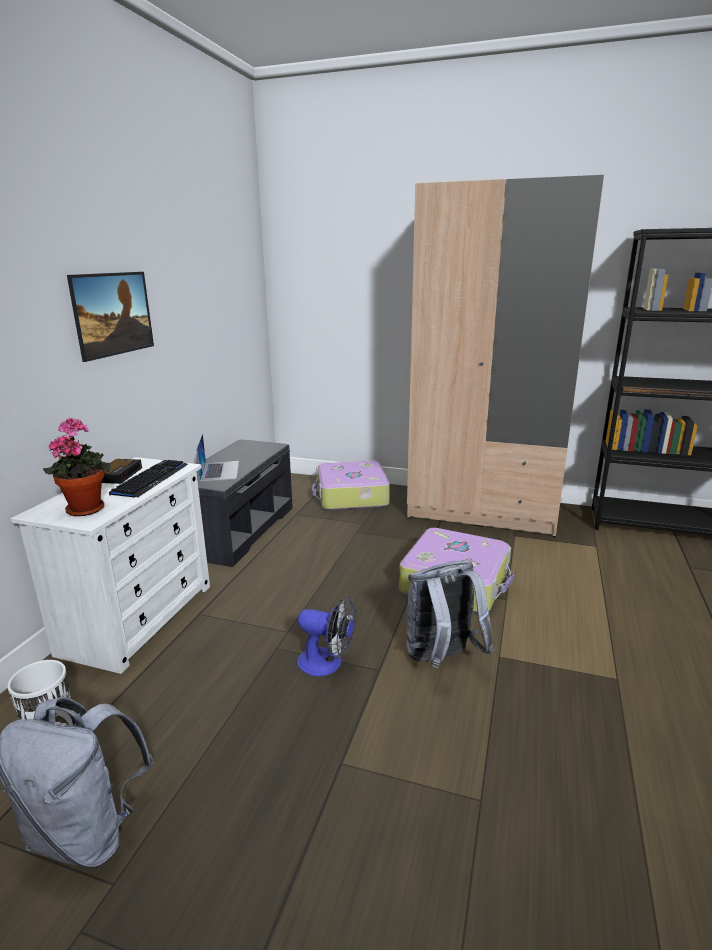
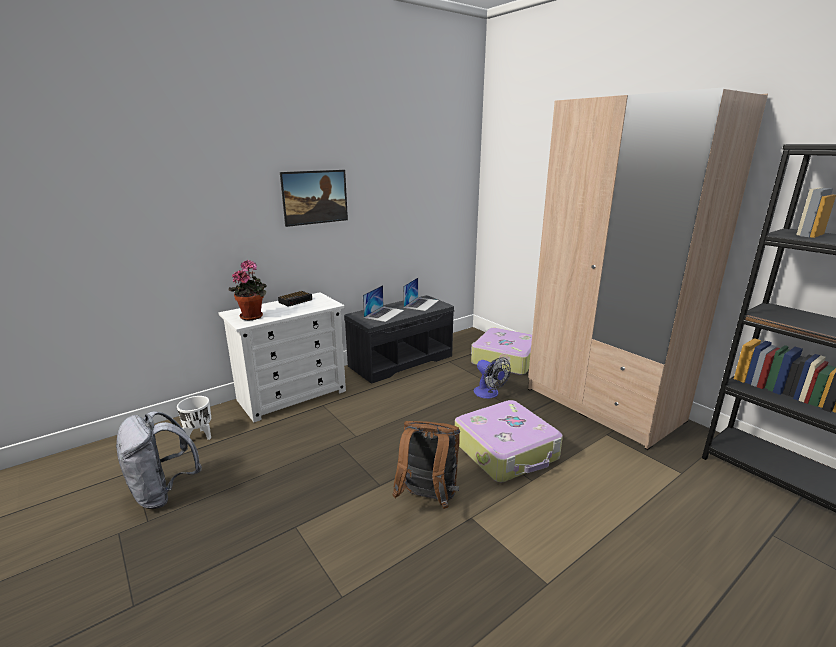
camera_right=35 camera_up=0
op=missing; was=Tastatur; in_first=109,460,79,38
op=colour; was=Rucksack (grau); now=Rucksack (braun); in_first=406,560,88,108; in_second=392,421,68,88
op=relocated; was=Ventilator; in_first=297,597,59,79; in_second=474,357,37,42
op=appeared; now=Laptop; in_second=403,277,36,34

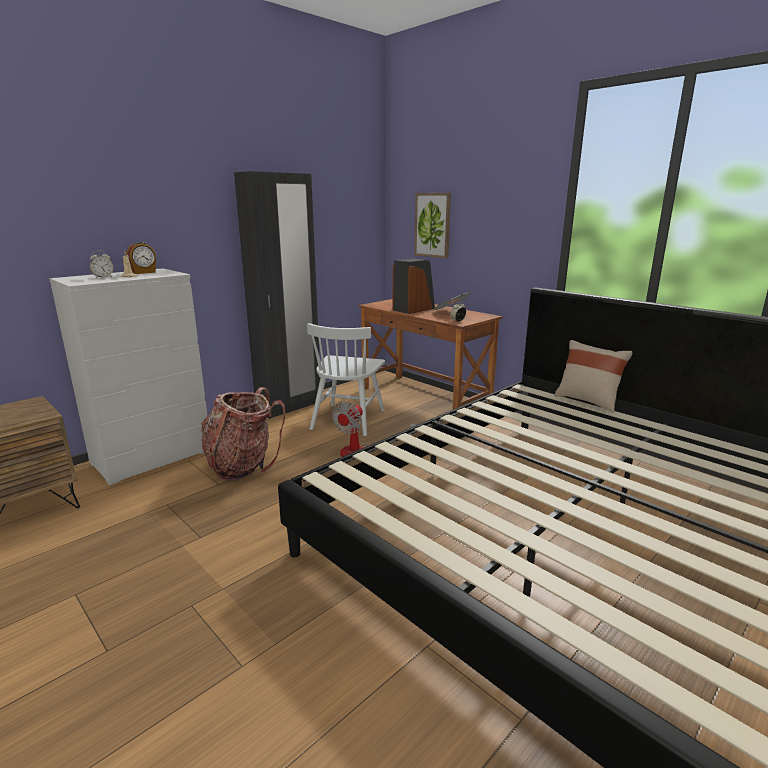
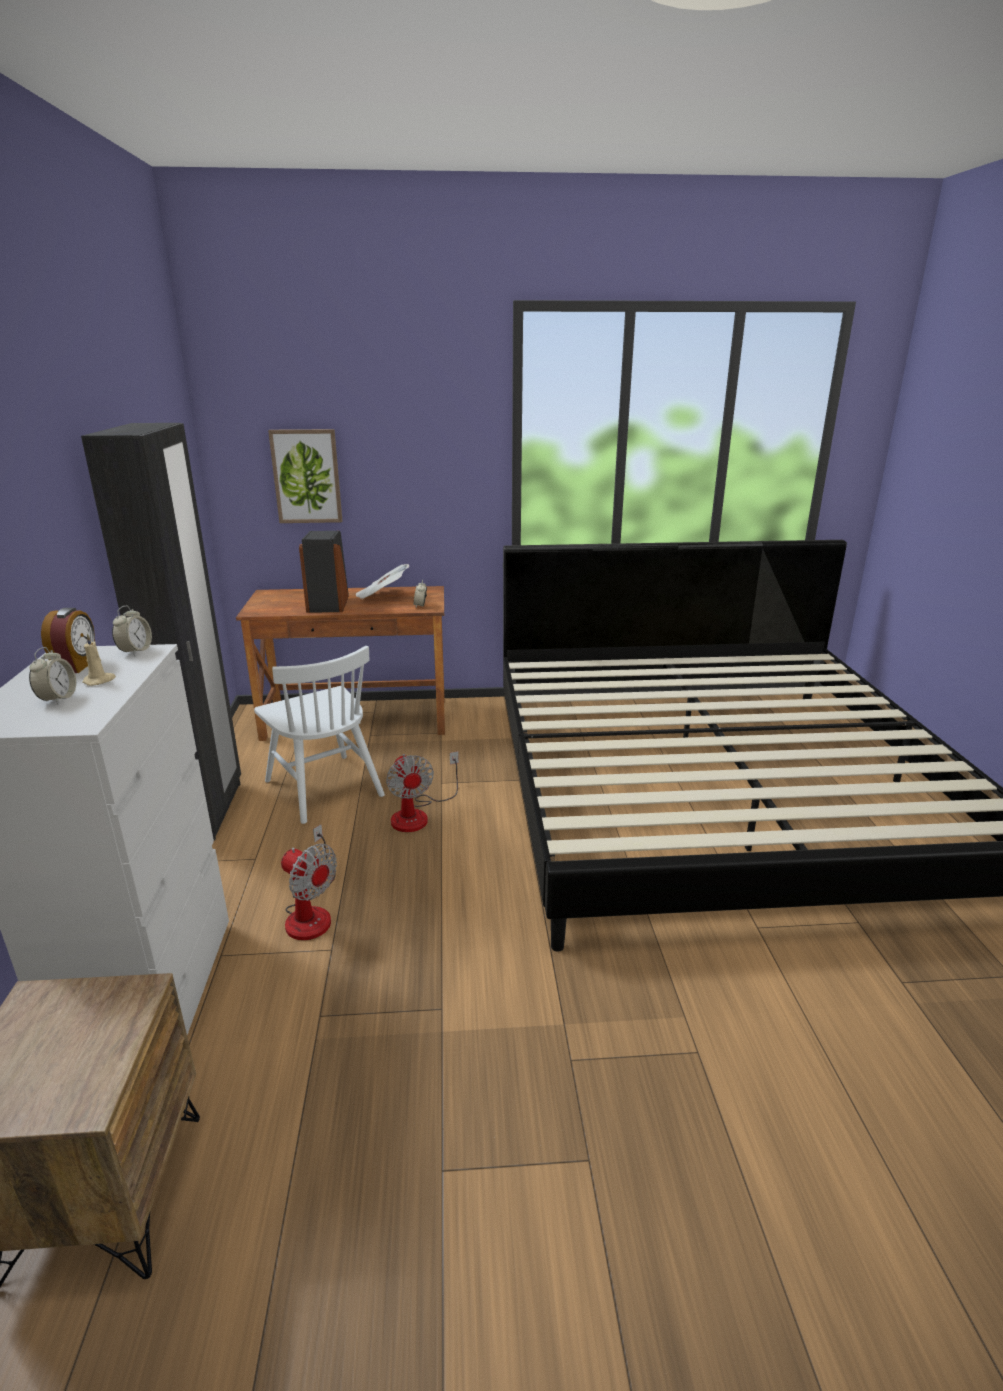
camera_right=-50 camera_up=5
op=missing; was=Kissen (beige); in_first=554,340,78,73
op=exchanged; was=Rucksack; now=Ventilator; in_first=201,387,84,94; in_second=281,824,56,116
op=appeared; now=Wecker; in_second=112,606,40,50

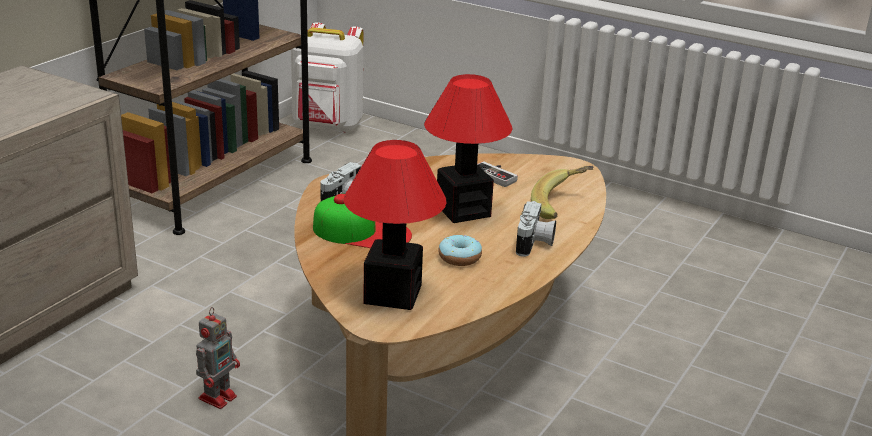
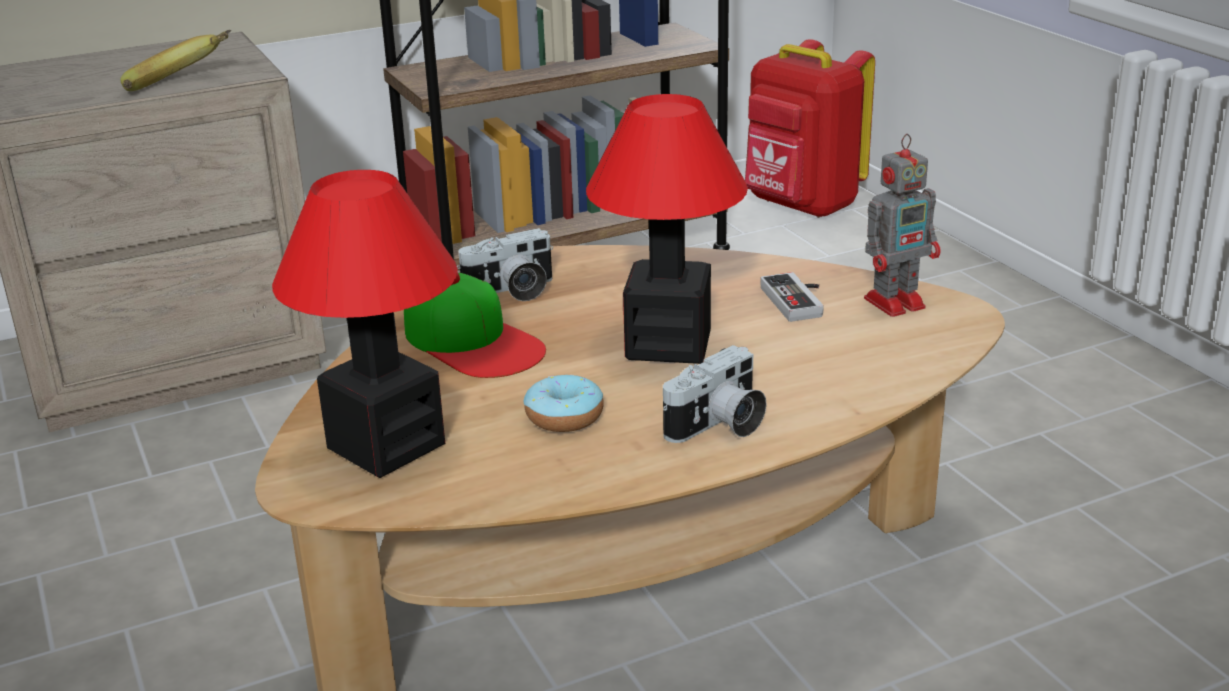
camera_right=35 camera_up=0
op=colour; was=Rucksack (weiß); now=Rucksack (rot); in_first=291,22,72,111; in_second=745,39,130,179
op=relocated; was=Banane; in_first=531,166,63,53; in_second=120,30,111,61
op=relocated; was=Spielzeugroboter; in_first=196,307,44,102; in_second=864,134,77,183

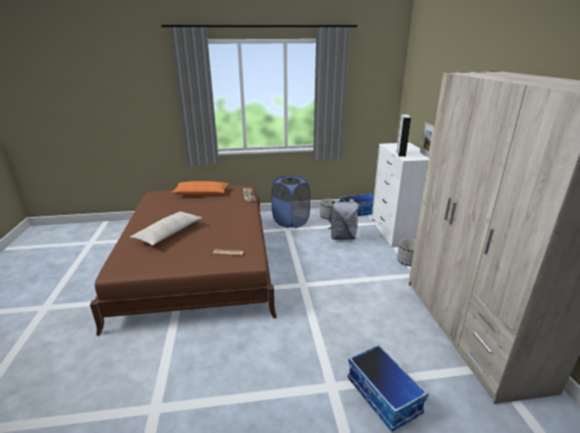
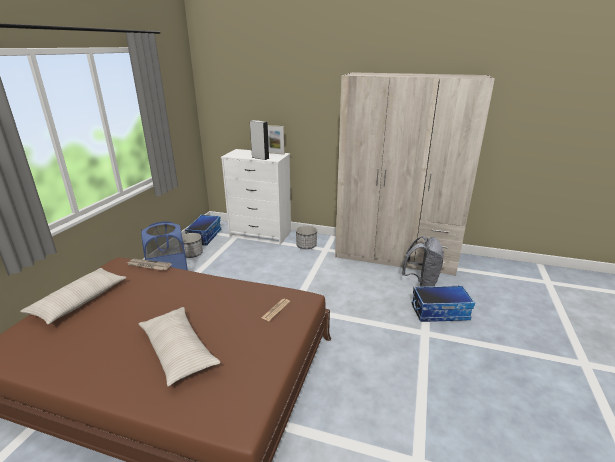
camera_right=-65 camera_up=0
op=colour; was=Kissen (orange); now=Kissen (beige); in_first=171,181,58,14; in_second=20,268,107,56
op=relocated; was=Rucksack (grau); in_first=328,199,31,41; in_second=402,236,42,51

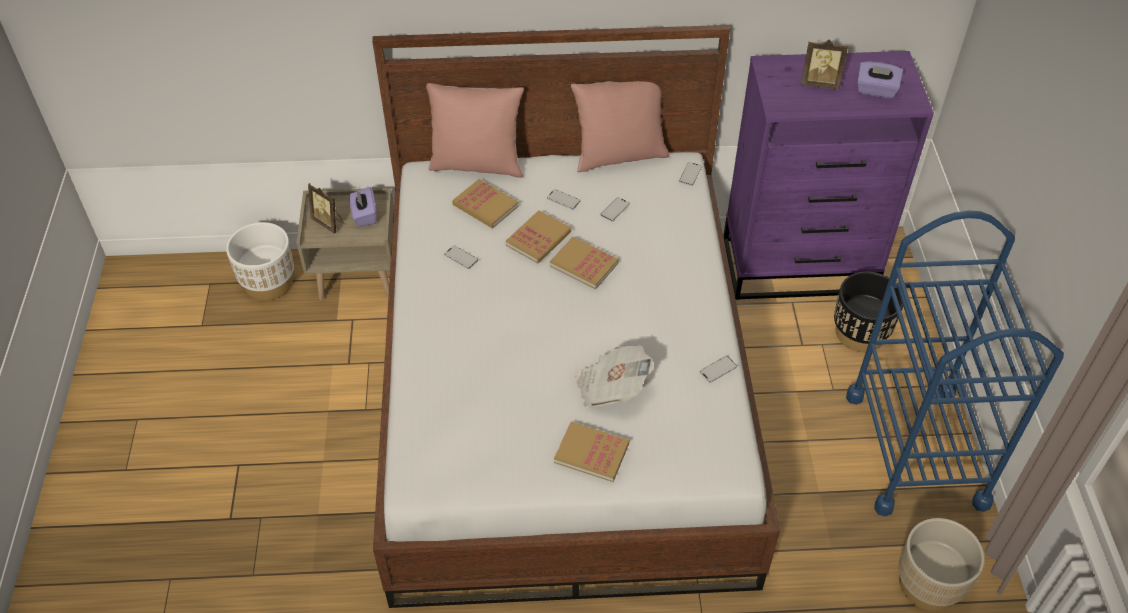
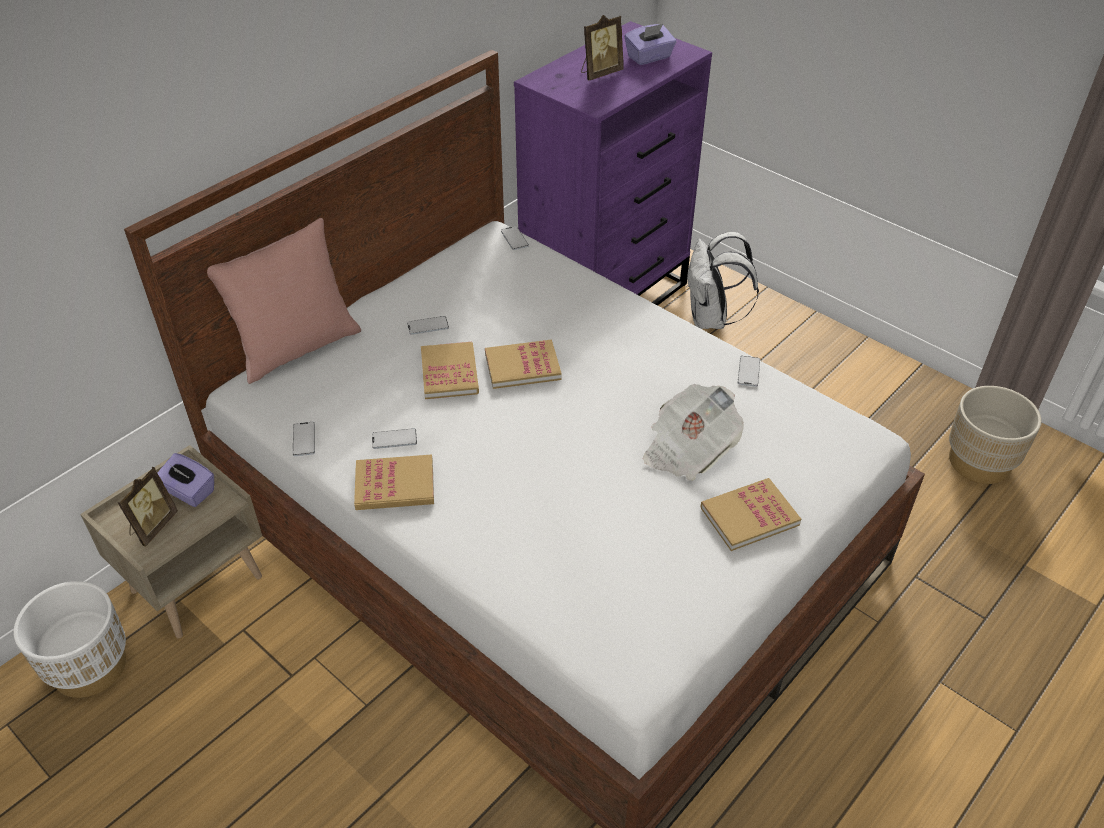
camera_right=-45 camera_up=-5
op=missing; was=Kissen (rosa); in_first=571,81,98,91
op=relocated; was=Buch; in_first=452,179,67,50; in_second=354,454,80,56
op=spun; was=Bilderrahmen; in_first=308,183,36,51; in_second=117,467,61,80; clockwise=-60
op=relocated; was=Handy; in_first=600,197,30,25; in_second=293,422,22,34
op=missing; was=Rollwagen (blau); in_first=846,210,218,306
op=exchanged; was=Pflanzkübel (schwarz); now=Rucksack (weiß); in_first=834,272,69,80; in_second=687,232,72,97

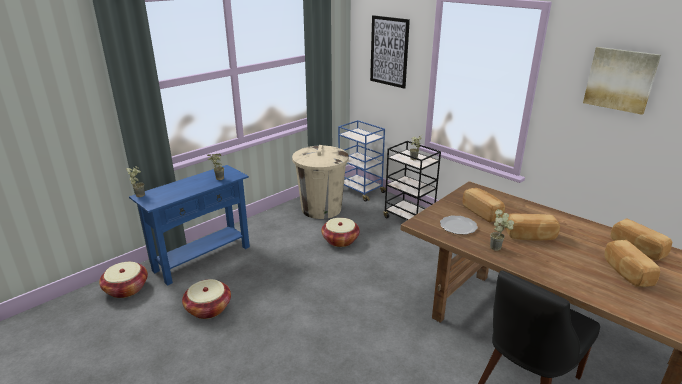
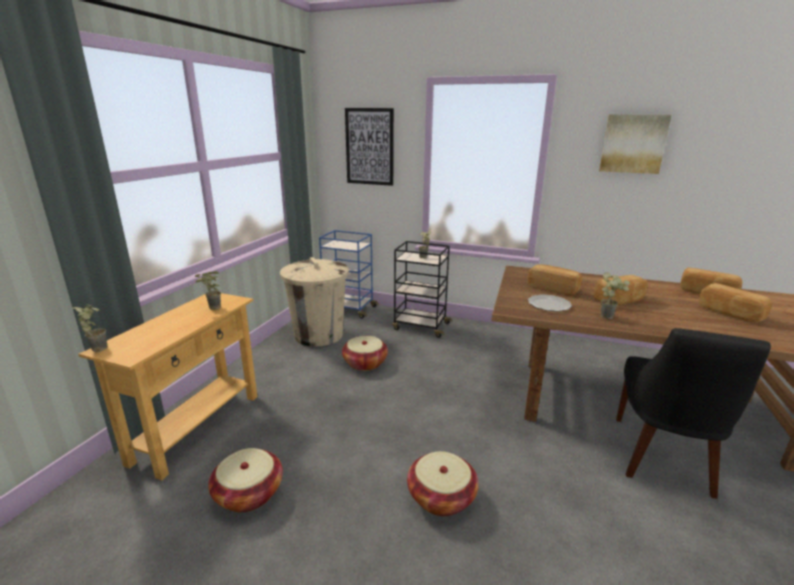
camera_right=-25 camera_up=-5
op=colour; was=Konsolentisch (blau); now=Konsolentisch (beige); in_first=129,165,121,121; in_second=78,293,179,187
op=relocated; was=Korb; in_first=99,262,49,36; in_second=407,451,72,65

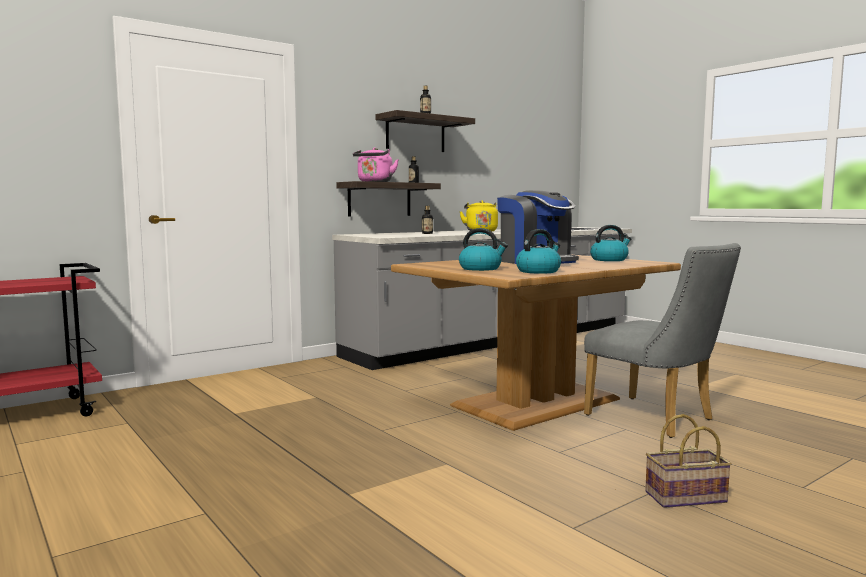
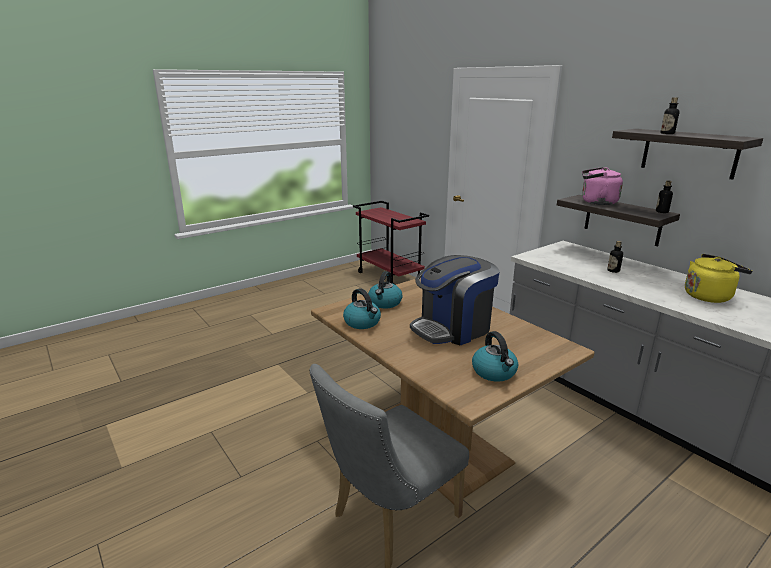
camera_right=90 camera_up=15
op=missing; was=Korb; in_first=645,414,86,94

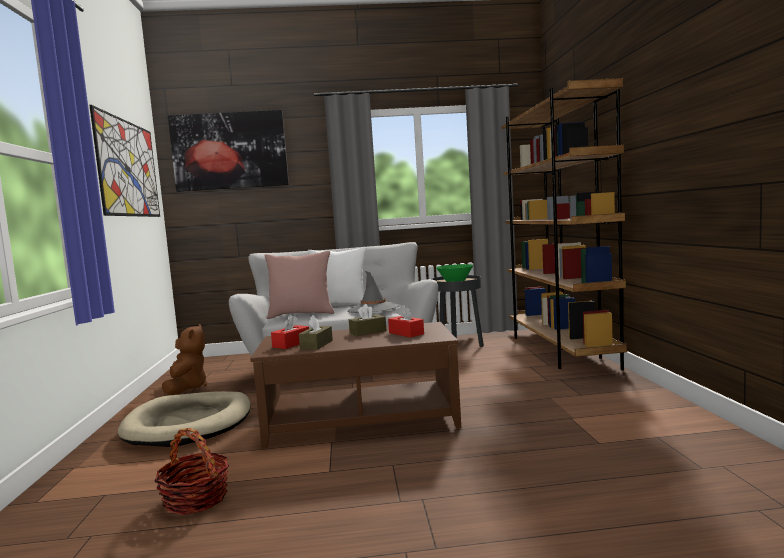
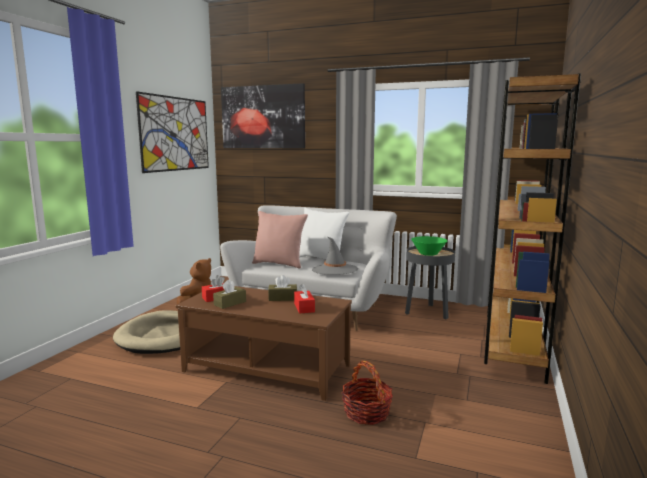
camera_right=25 camera_up=5
op=relocated; was=Korb; in_first=155,428,74,87; in_second=342,361,51,64

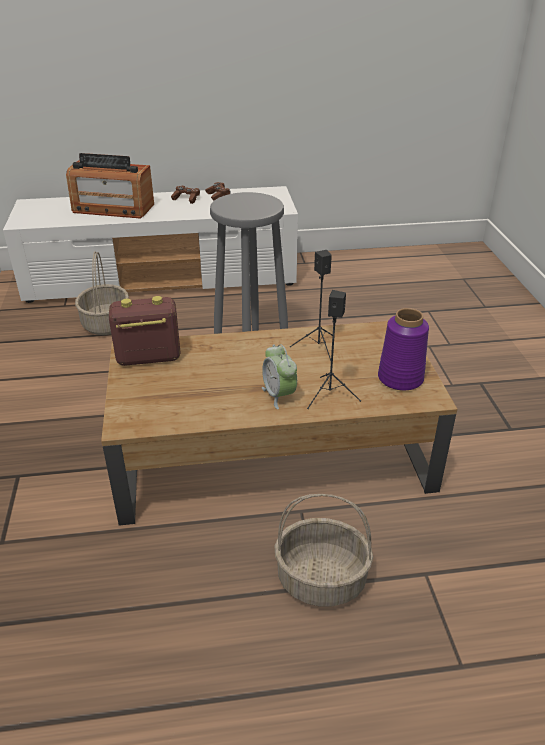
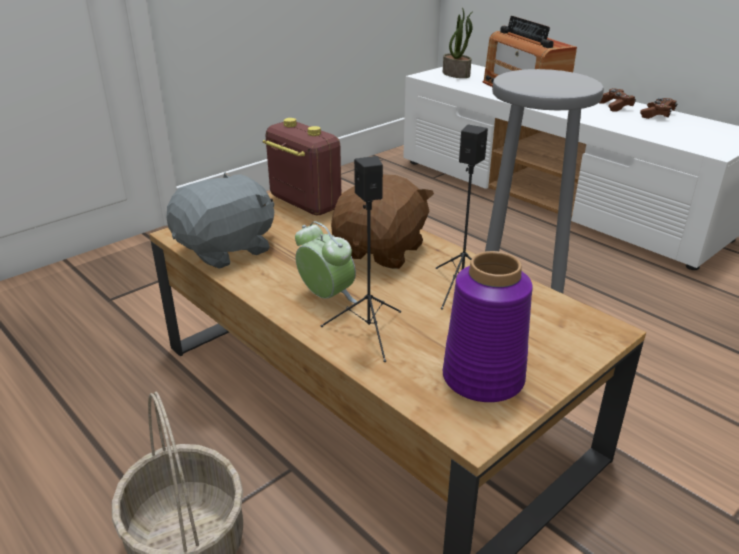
camera_right=55 camera_up=-5
op=missing; was=Korb; in_first=75,251,54,84
op=spun; was=Wecker; in_first=262,344,35,66; in_second=295,221,62,82; clockwise=105
op=appeared; now=Topfpflanze; in_second=443,8,30,70
op=appeared; now=Plüschtier (grau); in_second=166,172,108,97
op=appeared; now=Plüschtier (braun); in_second=331,174,103,95

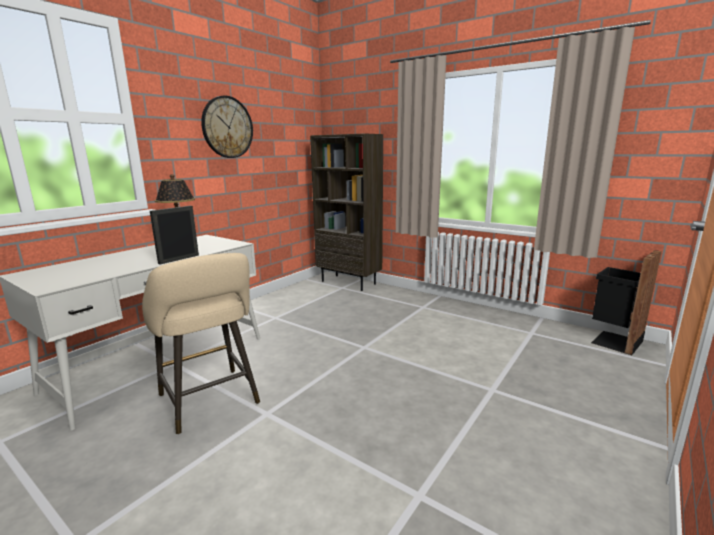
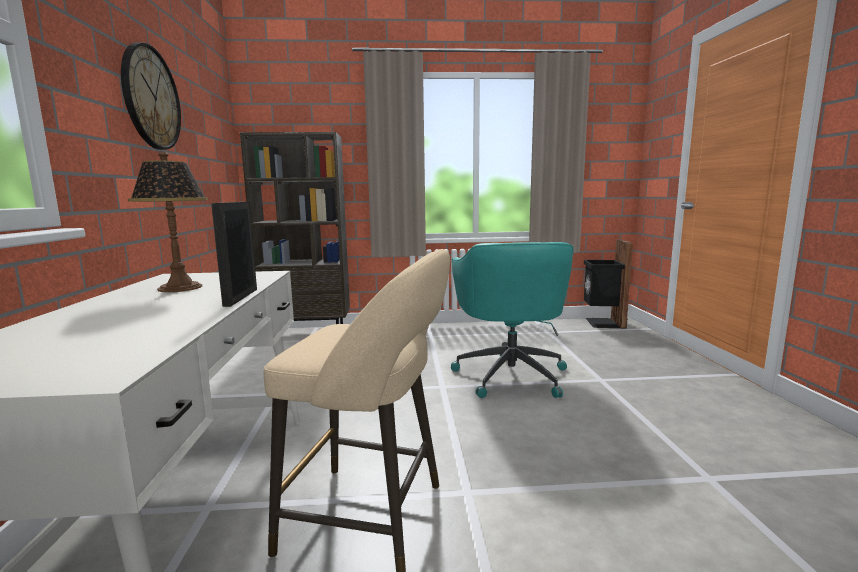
camera_right=-40 camera_up=-5
op=appeared; now=Bürostuhl (türkis); in_second=451,242,123,156

